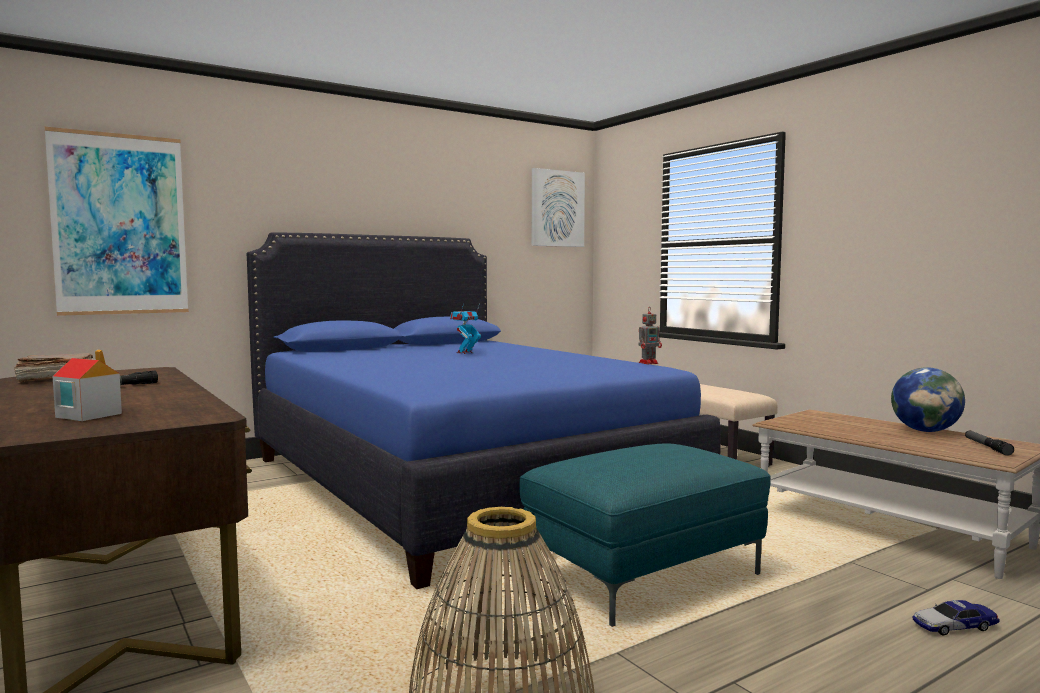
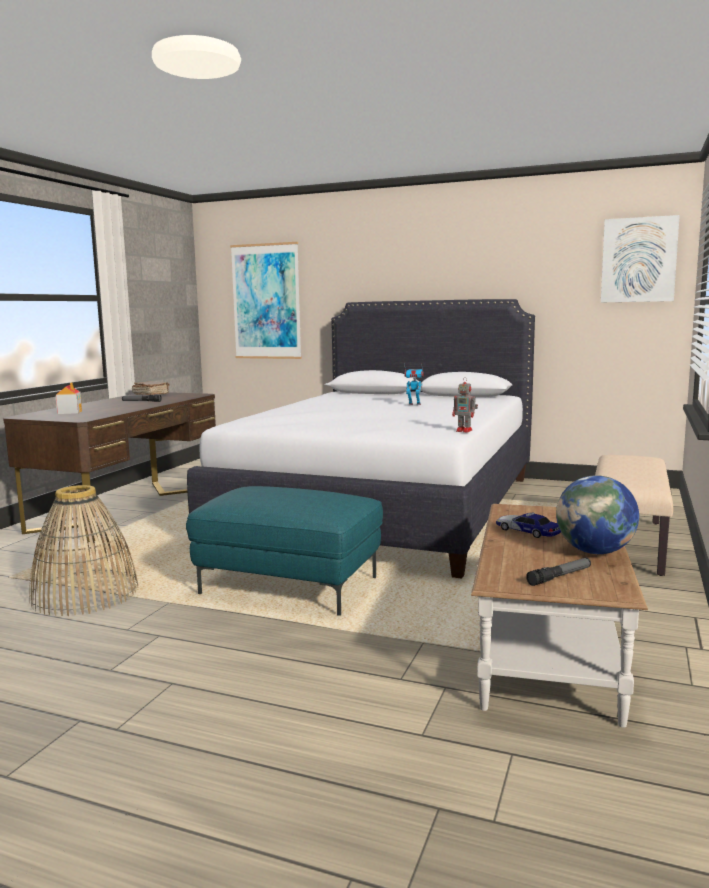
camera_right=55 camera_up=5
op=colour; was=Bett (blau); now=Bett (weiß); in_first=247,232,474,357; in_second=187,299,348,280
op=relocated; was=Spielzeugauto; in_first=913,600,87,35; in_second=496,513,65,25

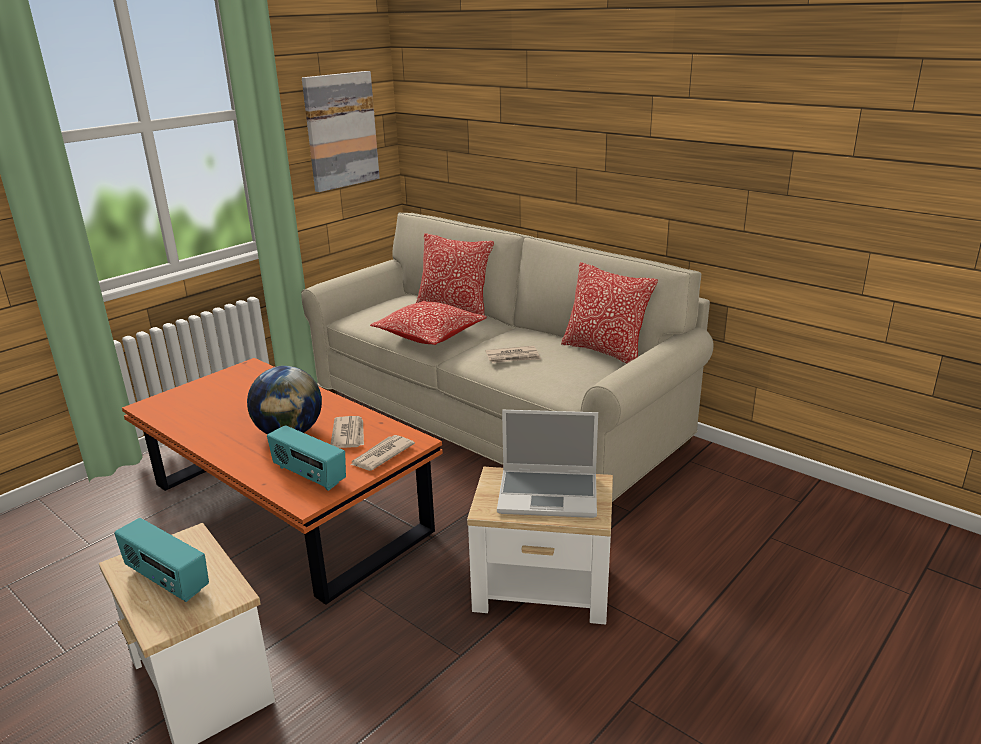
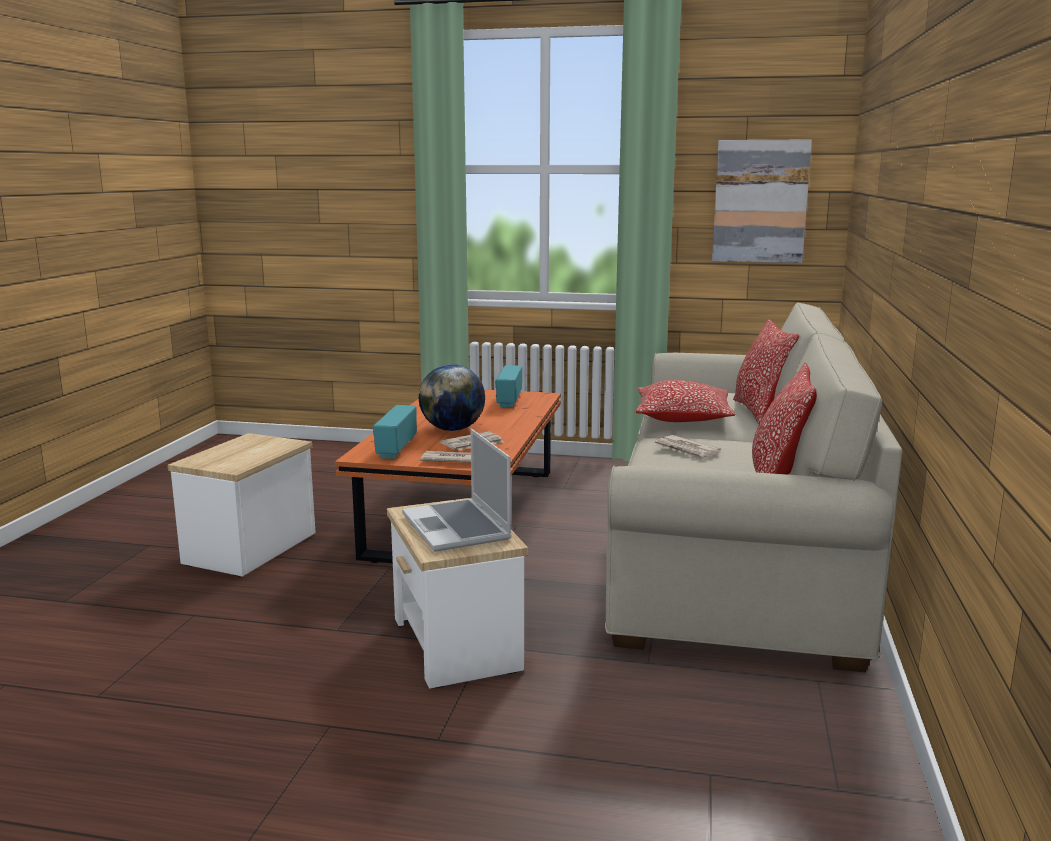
camera_right=60 camera_up=-10
op=relocated; was=Radio; in_first=114,518,95,84; in_second=495,365,27,42

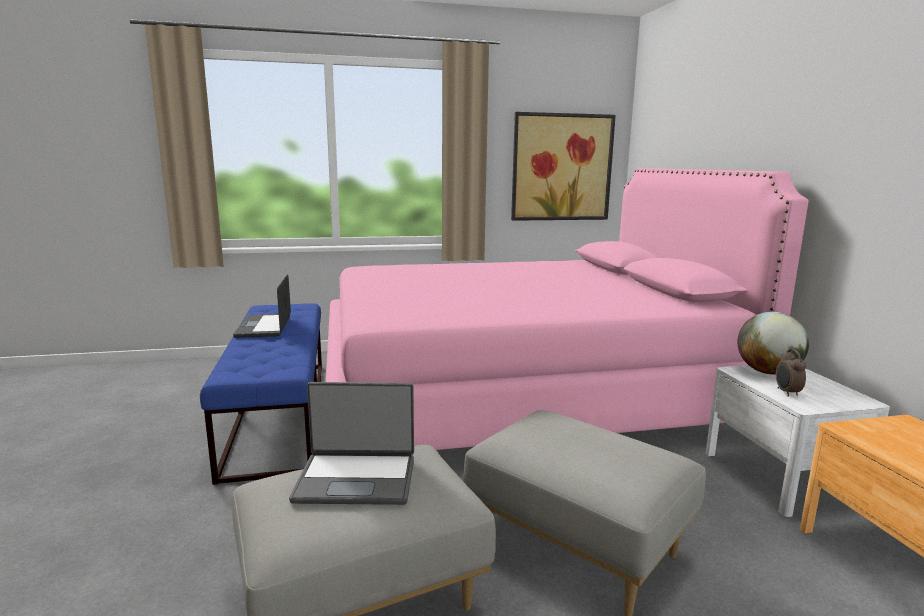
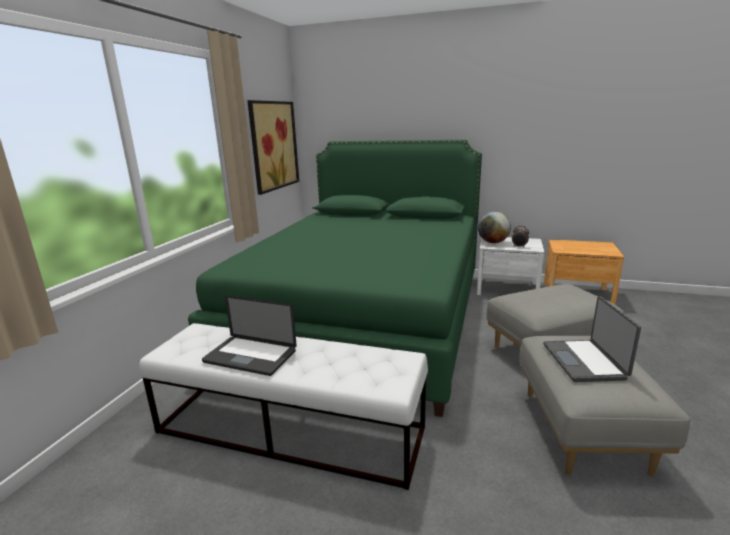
camera_right=-60 camera_up=5
op=colour; was=Bett (rosa); now=Bett (grün); in_first=325,168,483,282; in_second=188,140,294,277
op=colour; was=Bank (blau); now=Bank (weiß); in_first=200,303,122,182; in_second=139,323,289,167
op=spun; was=Laptop; in_first=289,382,125,123; in_second=543,296,98,86; clockwise=150

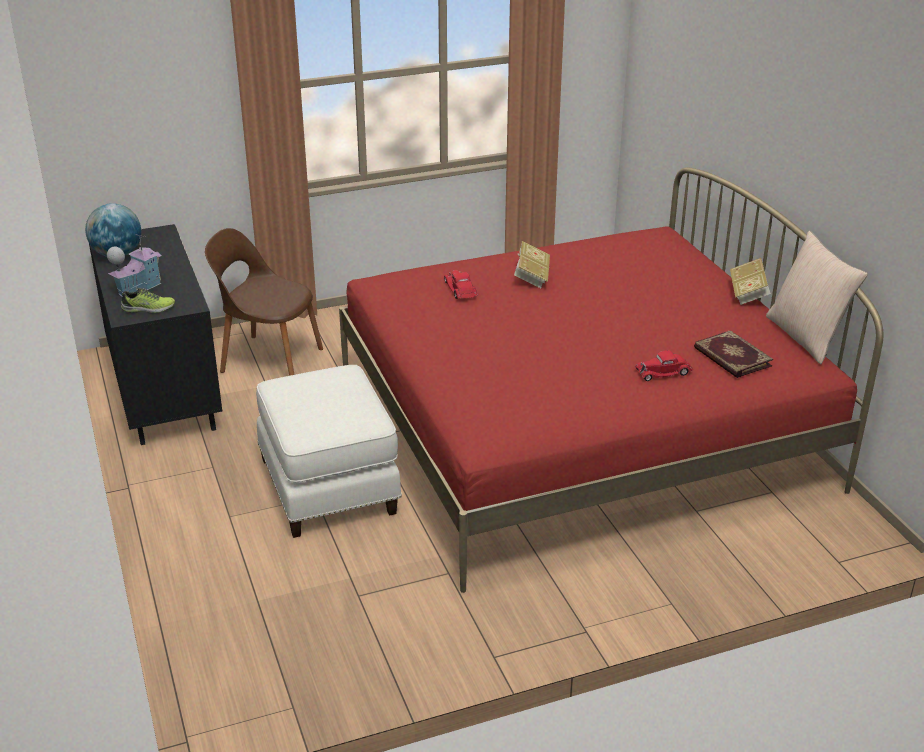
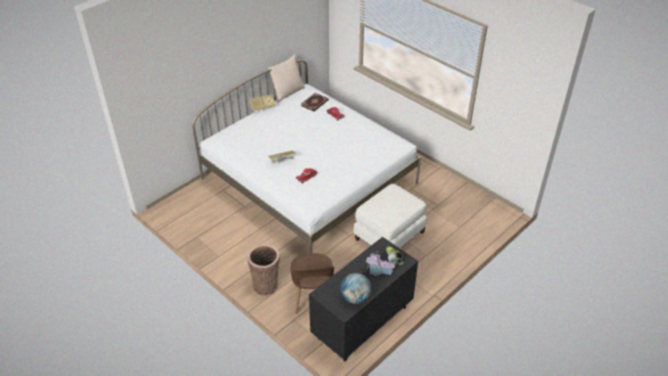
camera_right=-115 camera_up=10
op=colour; was=Bett (rot); now=Bett (weiß); in_first=339,167,544,426; in_second=192,59,229,195
op=appeared; now=Korb; in_second=248,245,32,50

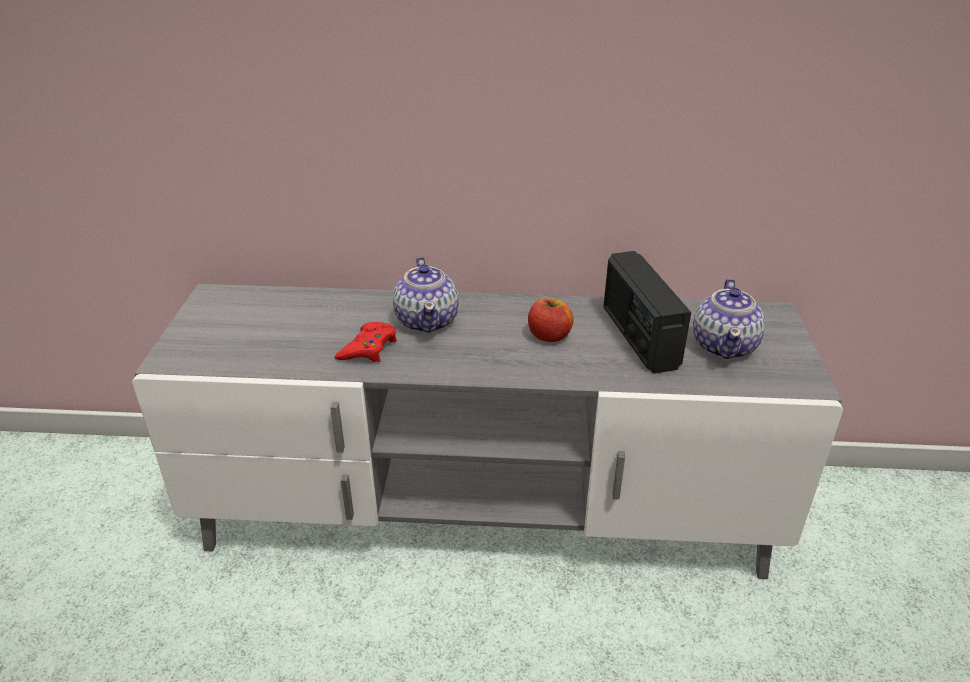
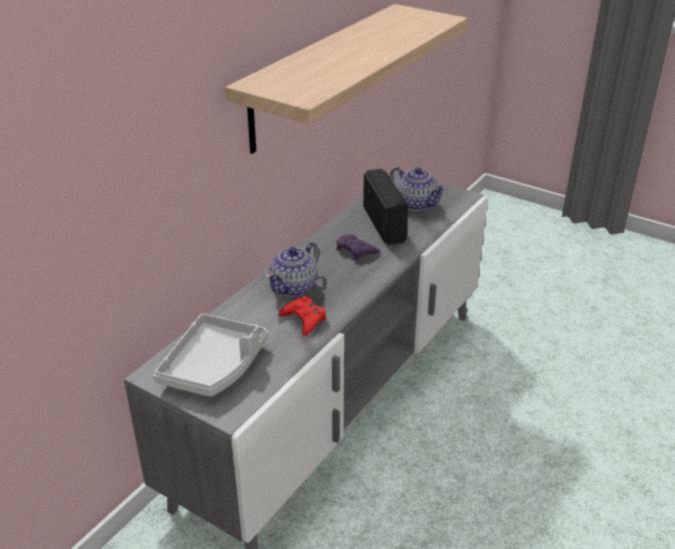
camera_right=-60 camera_up=0
op=spun; was=Radio; in_first=603,251,88,123; in_second=363,169,45,76; clockwise=-120
op=spun; was=Teekanne; in_first=393,257,66,76; in_second=265,242,54,55; clockwise=105
op=exchanged; was=Apfel; now=Gamepad (lila); in_first=528,299,45,43; in_second=336,234,44,26
op=appeared; now=Wandregal; in_second=225,4,243,150
op=appeared; now=Tablett (grau); in_second=154,314,114,83

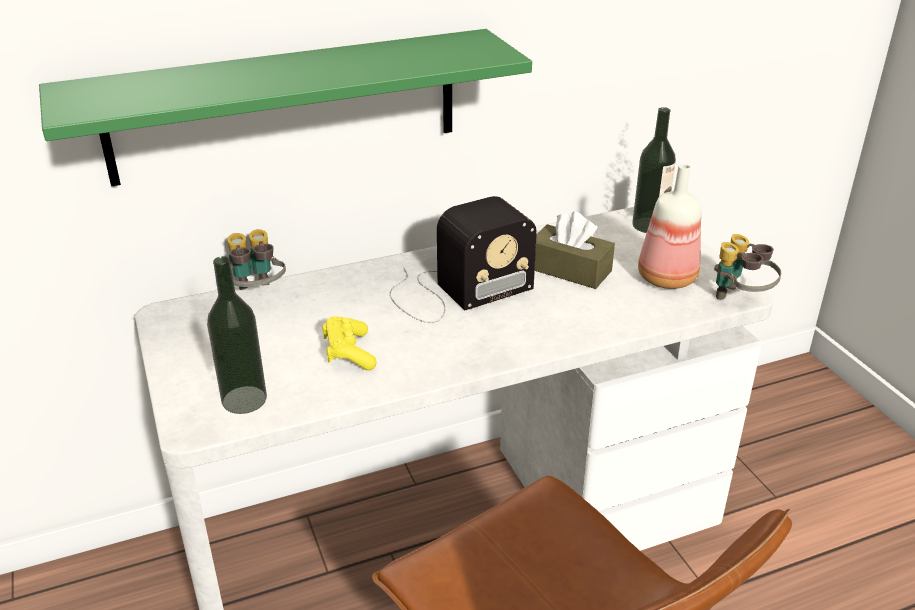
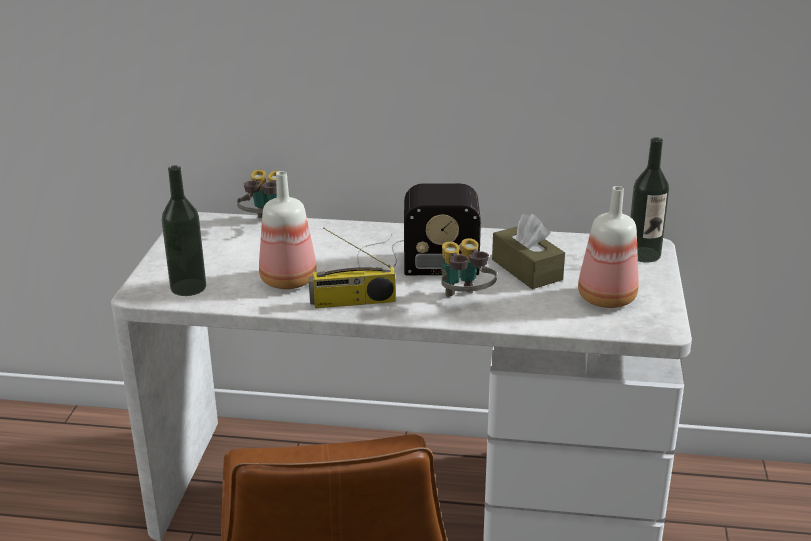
camera_right=30 camera_up=-5
op=missing; was=Wandregal (grün); in_first=39,29,493,157
op=relocated; was=Fernglas; in_first=714,234,67,66; in_second=441,238,56,59
op=exchanged; was=Gamepad (gelb); now=Flasche; in_first=322,316,55,55; in_second=259,171,58,118
op=appeared; now=Radio; in_second=309,228,87,80

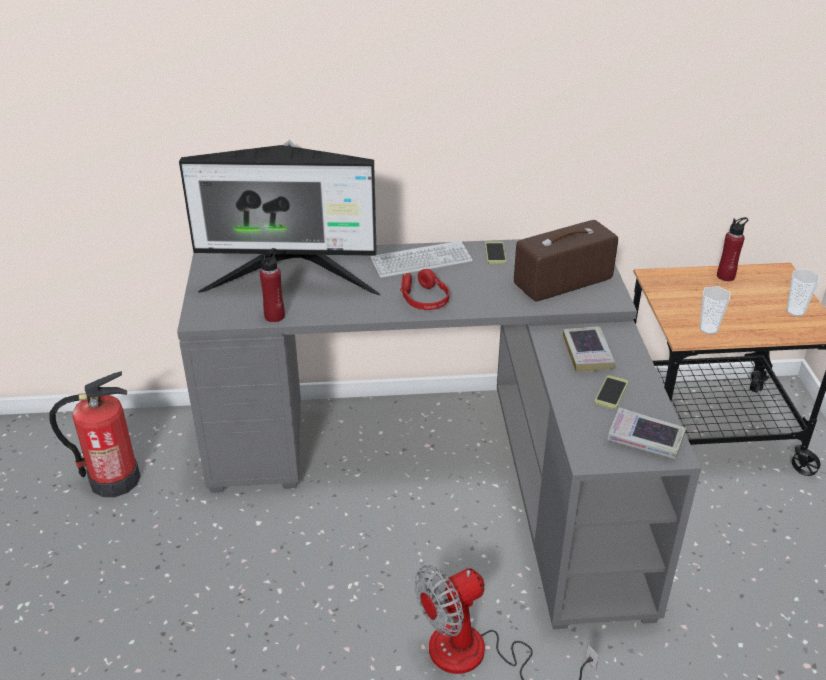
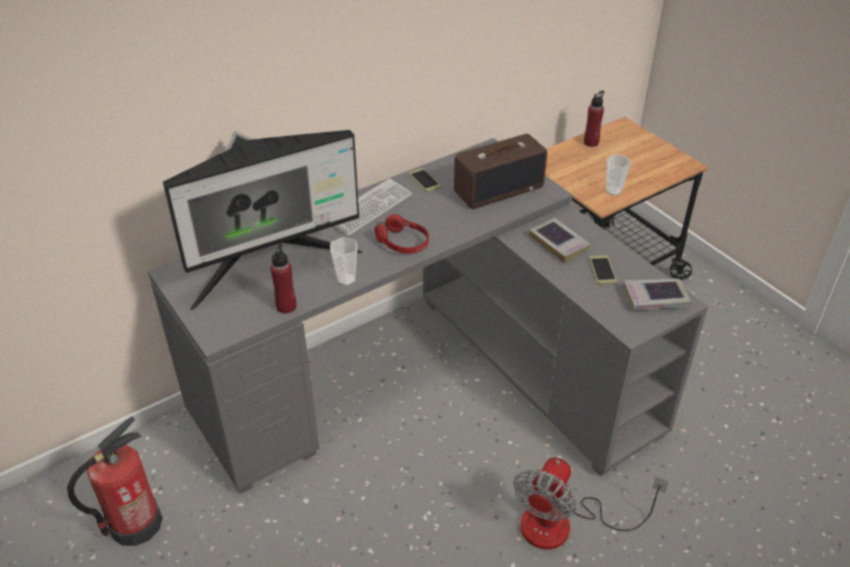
camera_right=-30 camera_up=5
op=spun; was=Radio; in_first=514,220,104,82; in_second=454,134,93,75; clockwise=-150
op=relocated; was=Tasse; in_first=787,269,33,47; in_second=330,237,27,49

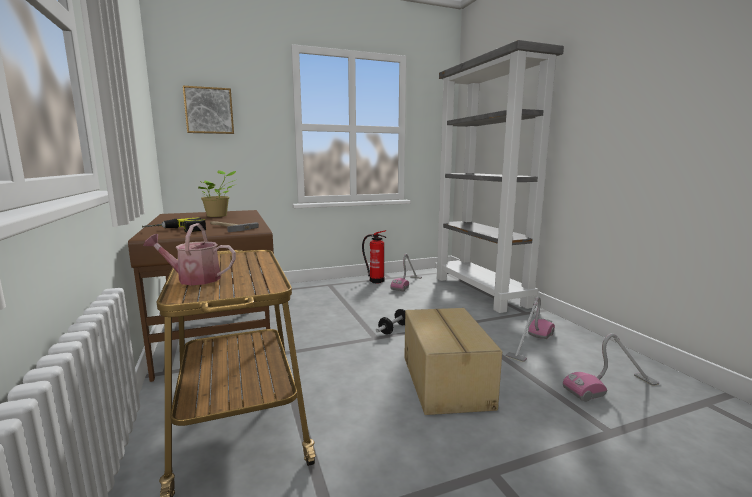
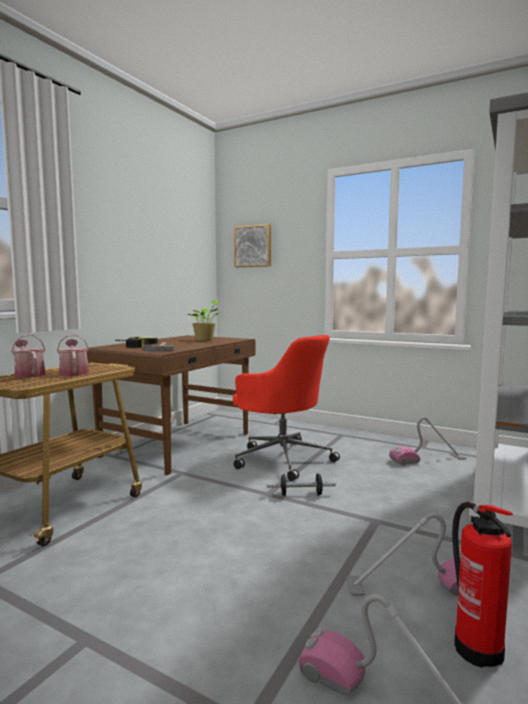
camera_right=50 camera_up=-5
op=relocated; was=Feuerlöscher; in_first=362,230,24,53; in_second=452,502,61,166
op=missing; was=Karton; in_first=404,308,98,107
op=appeared; now=Gießkanne; in_second=57,335,32,41
op=appeared; now=Bürostuhl (rot); in_second=233,335,107,146

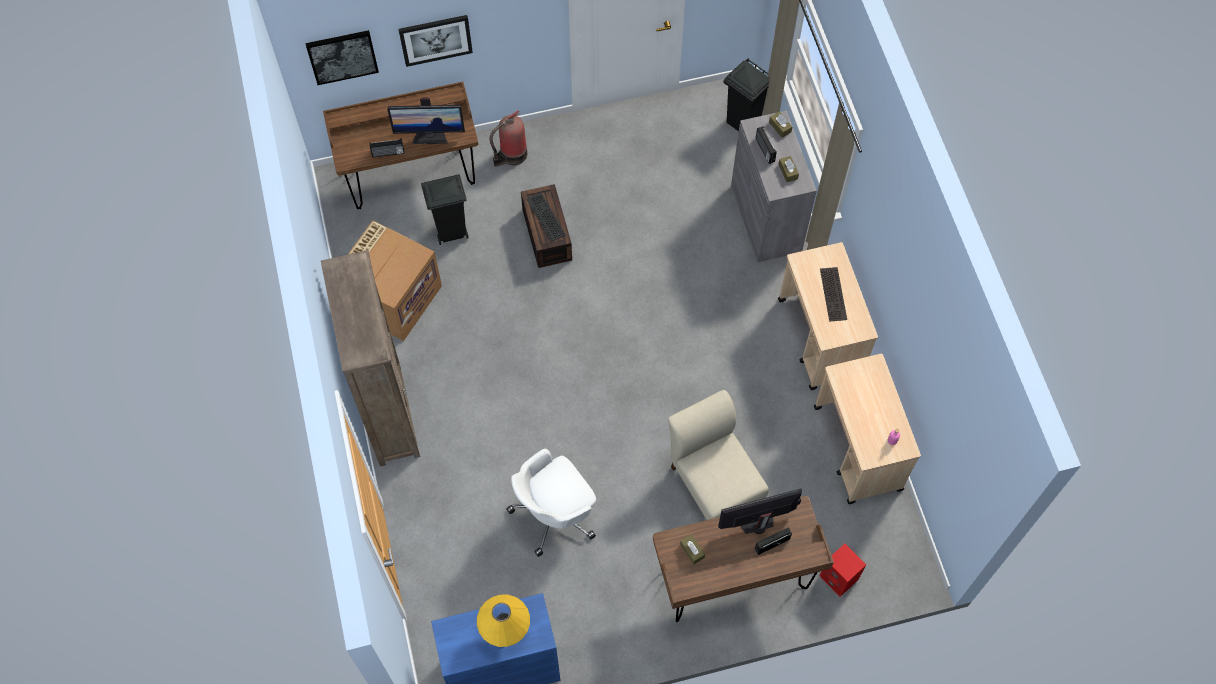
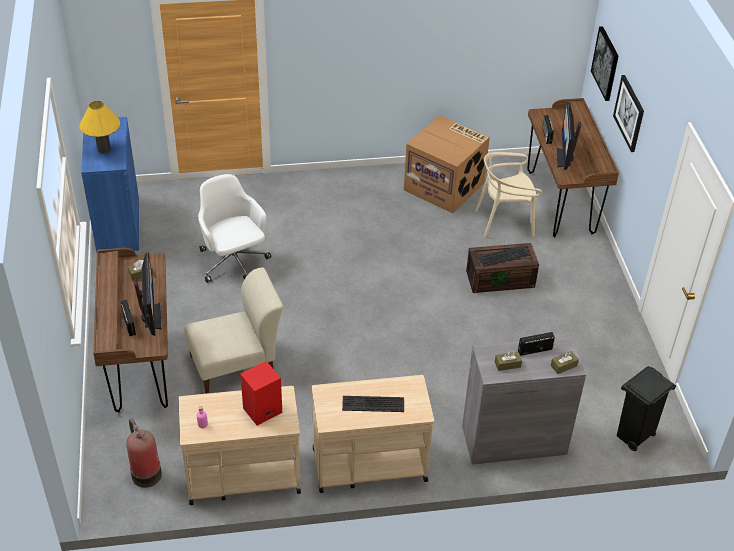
camera_right=95 camera_up=-20
op=relocated; was=Feuerlöscher; in_first=490,110,37,57; in_second=126,418,36,70
op=exchanged; was=Mülleimer (schwarz); now=Stuhl (beige); in_first=421,174,48,71; in_second=475,152,68,86
op=missing; was=Bücherregal (braun); in_first=321,250,99,216
op=relocated; was=Lautsprecher (rot); in_first=819,544,47,53; in_second=240,361,42,65

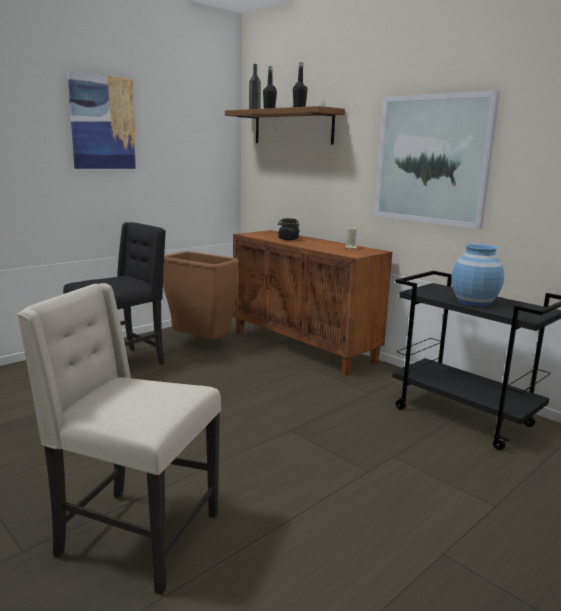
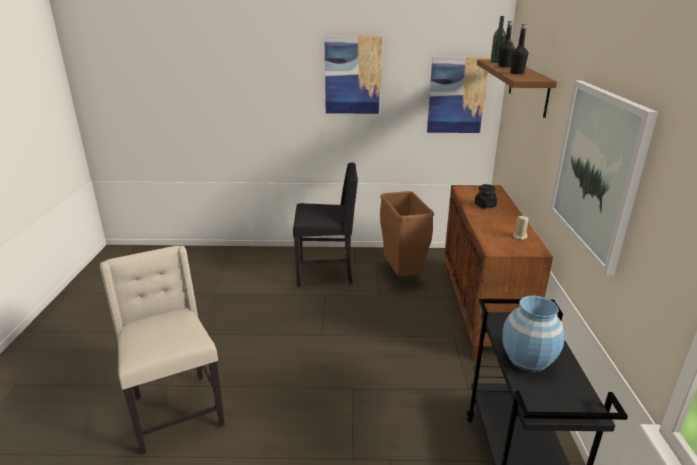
camera_right=45 camera_up=10
op=appeared; now=Bild; in_second=427,57,63,76

